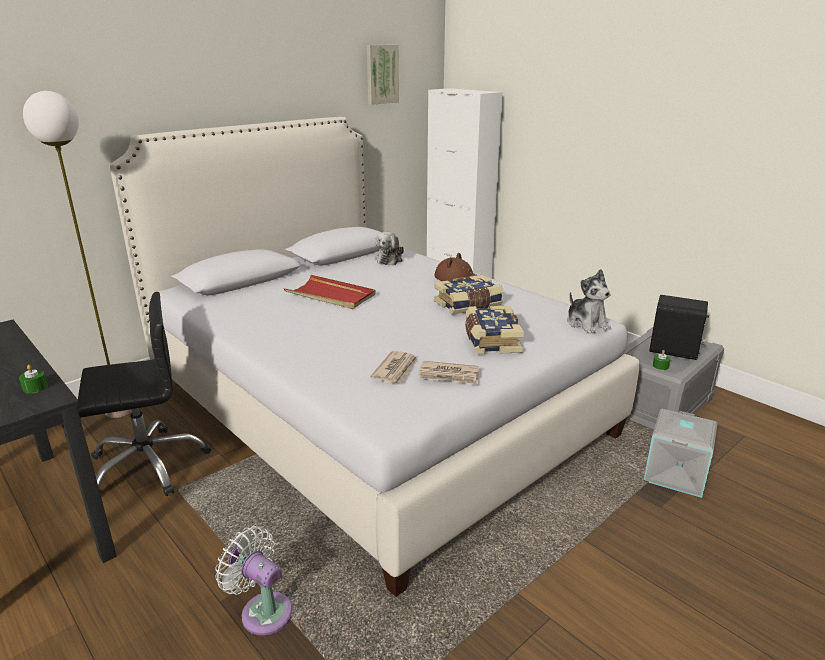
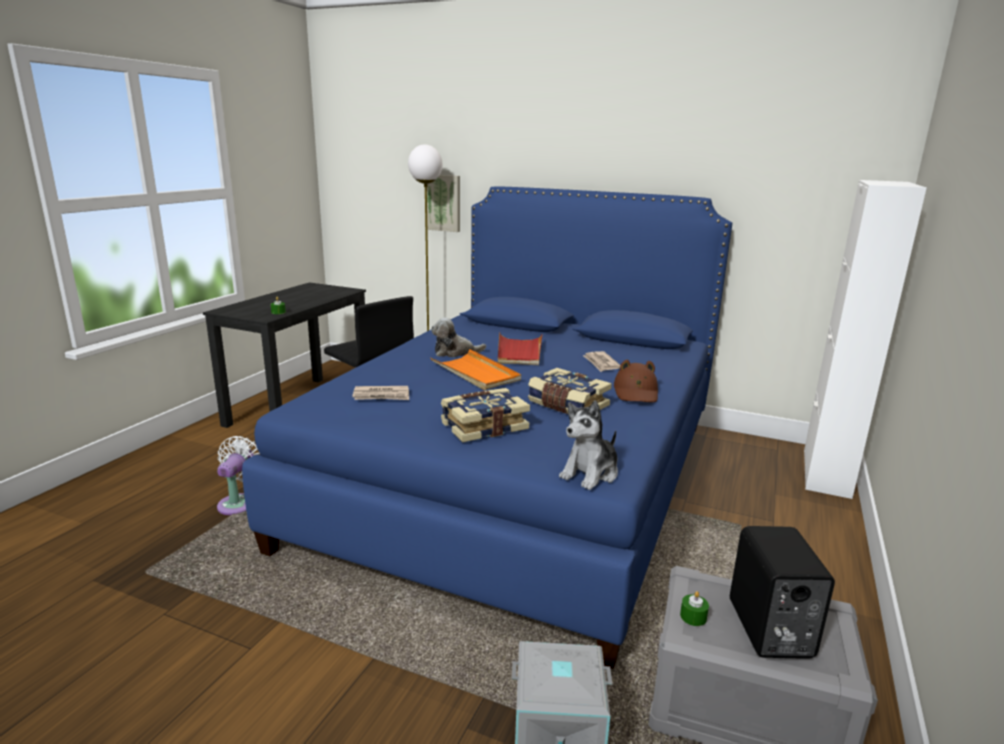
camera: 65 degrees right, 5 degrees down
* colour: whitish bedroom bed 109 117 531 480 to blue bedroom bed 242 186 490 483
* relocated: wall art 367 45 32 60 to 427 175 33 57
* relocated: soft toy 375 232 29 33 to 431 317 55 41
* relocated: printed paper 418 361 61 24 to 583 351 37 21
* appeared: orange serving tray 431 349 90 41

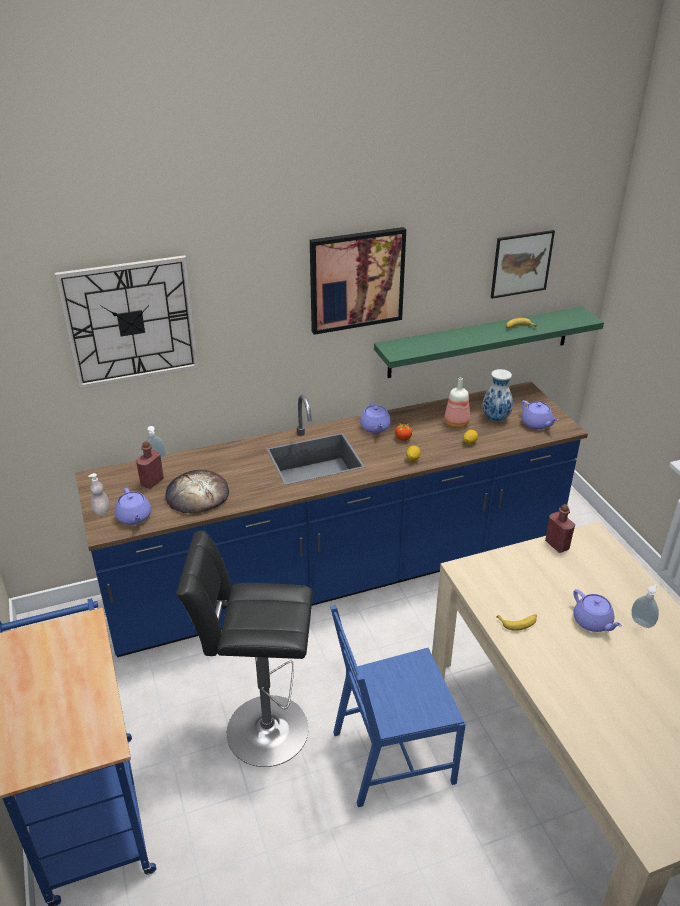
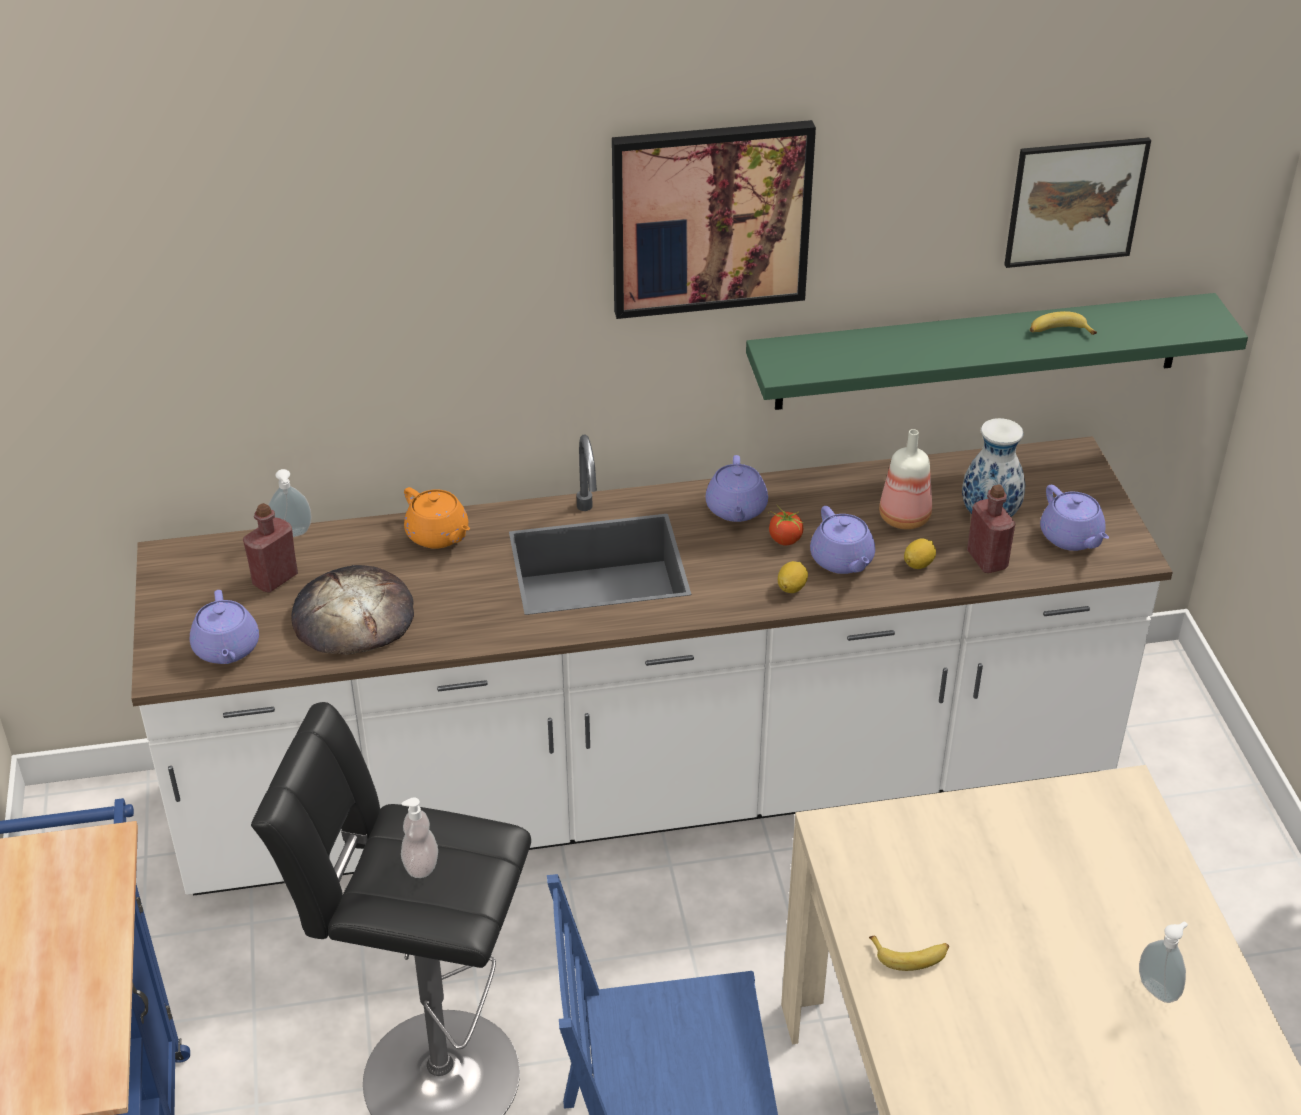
camera: 10 degrees right, 5 degrees up
* missing: hanging clock 55 255 144 134
* colour: blue kitchen counter 75 381 513 276 to whitish kitchen counter 131 435 1042 461
* relocated: soap dispenser 88 473 21 42 to 401 797 37 81
* relocated: red-coloured drink bottle 545 504 30 49 to 967 485 49 88
* relocated: purple pot for tea 573 589 49 43 to 810 506 65 68
* appeared: orange pot for tea 404 487 66 62

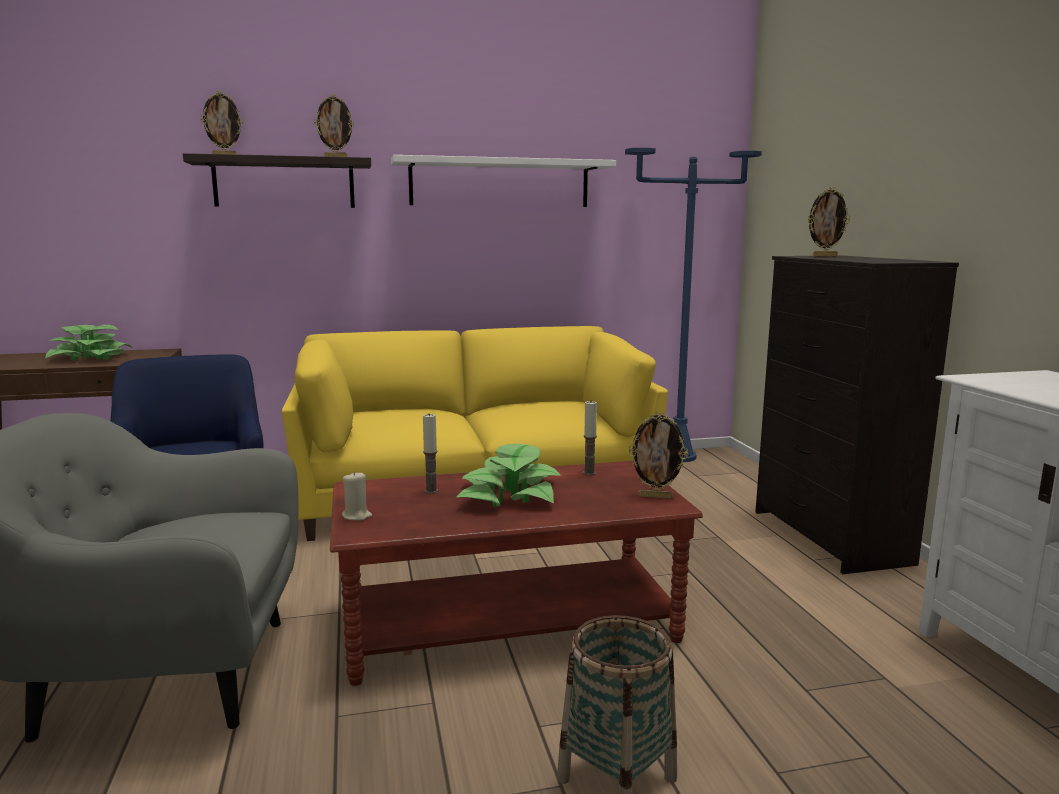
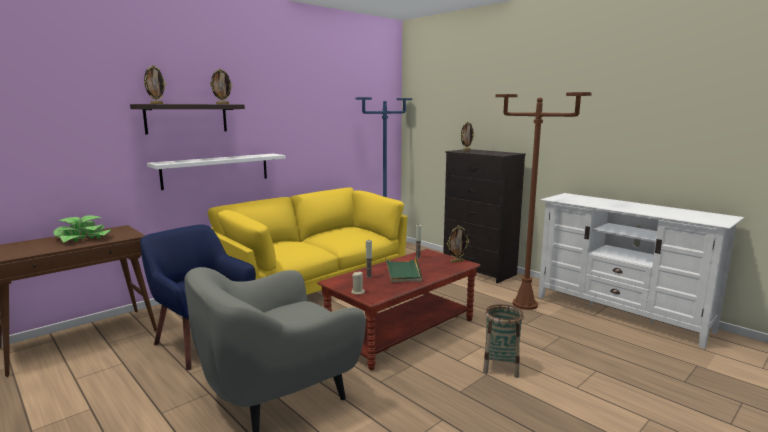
camera: 30 degrees left, 0 degrees up
* relocated: whitish bracket shelf 391 155 225 52 to 147 154 139 36
* exchanged: potted plant 456 444 105 63 to greenish serving tray 385 257 37 25
* appeared: brownish standard lamp 495 92 96 218

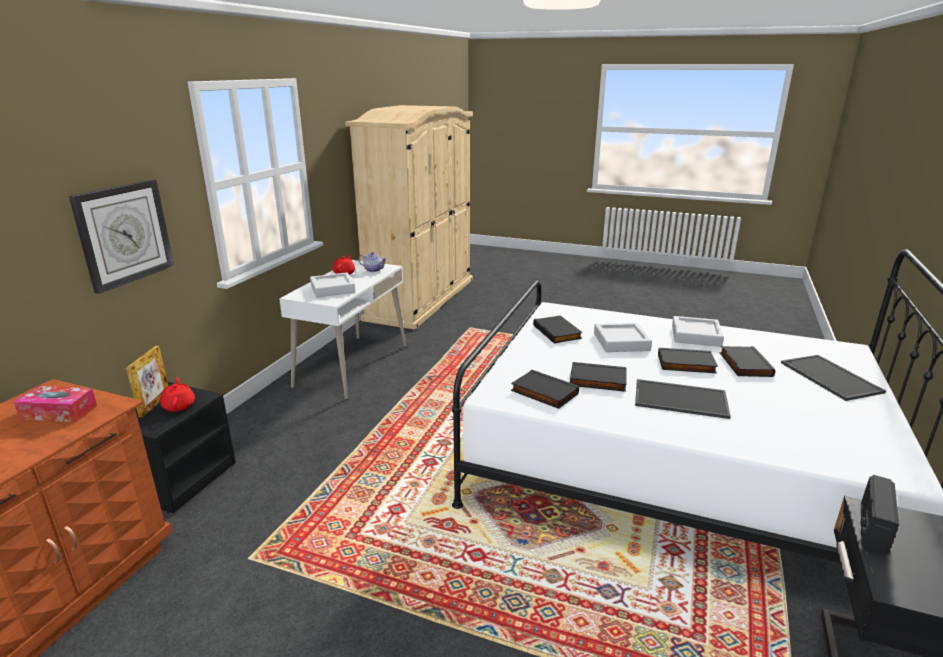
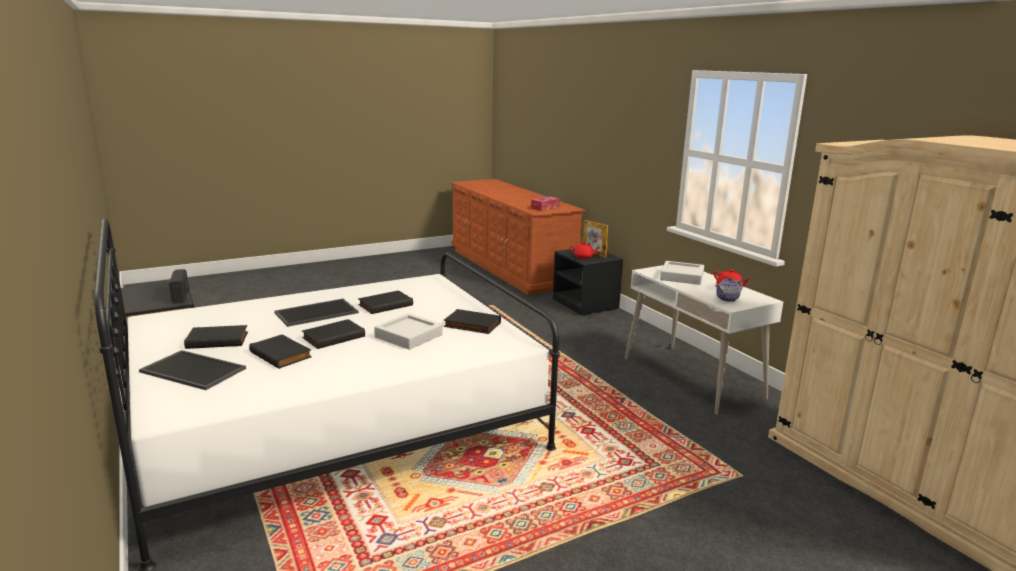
camera: 130 degrees right, 5 degrees down
* missing: hanging clock 69 179 105 115
* relocated: blackish volume 511 370 68 39 to 184 325 64 24
* missing: greyish serving tray 672 316 52 31

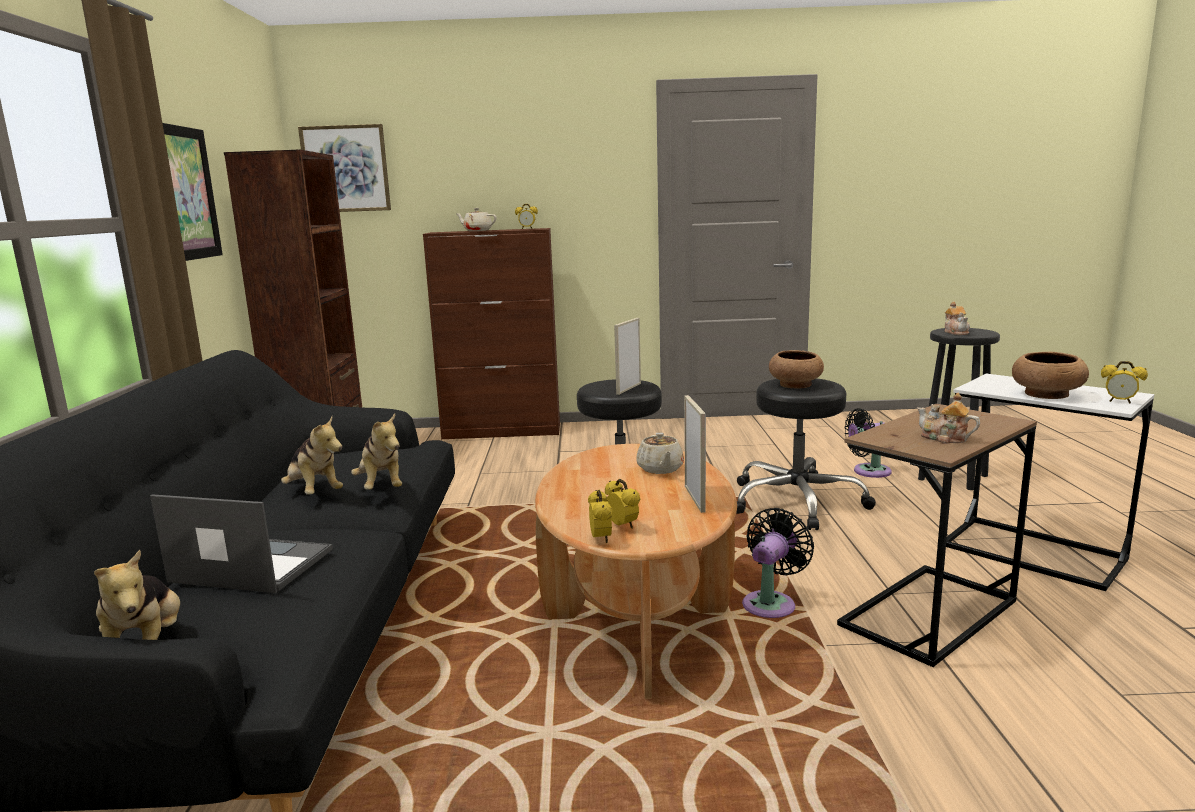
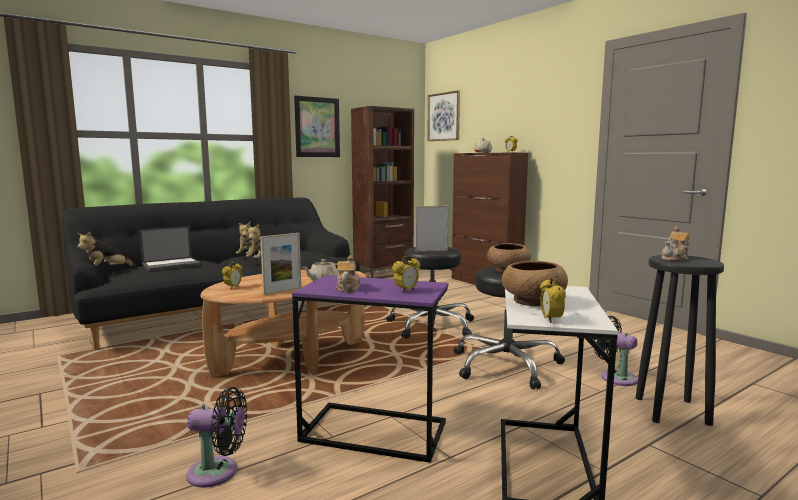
camera: 55 degrees right, 5 degrees down
* spun: notebook computer 150 494 183 99 = 139 226 62 45 75 degrees clockwise
* relocated: bedside clock 588 490 25 53 to 392 256 28 36
* relocated: blackish fan 742 508 72 110 to 186 387 61 101
* colour: brownish end table 837 404 200 263 to purple end table 292 275 157 188

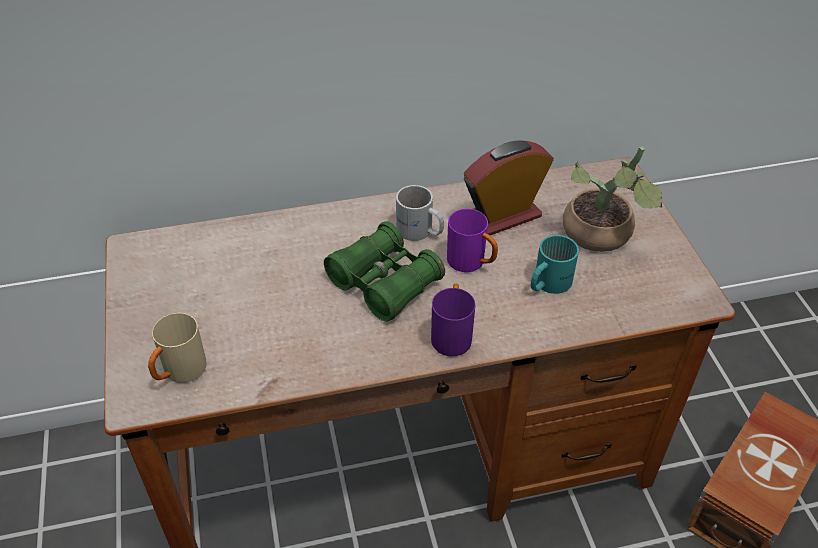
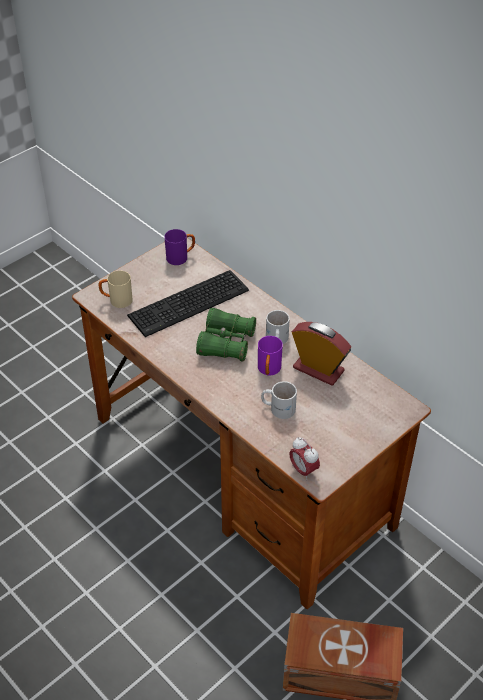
camera: 60 degrees right, 0 degrees up
* relocated: purple tea mug 431 284 44 72 to 164 229 31 36
* colour: turquoise-coloured tea mug 531 235 48 59 to whitish tea mug 261 381 36 38
* missing: potted plant 563 146 99 106
* appeared: keyboard 127 270 122 67
* appeared: bedside clock 289 437 31 43

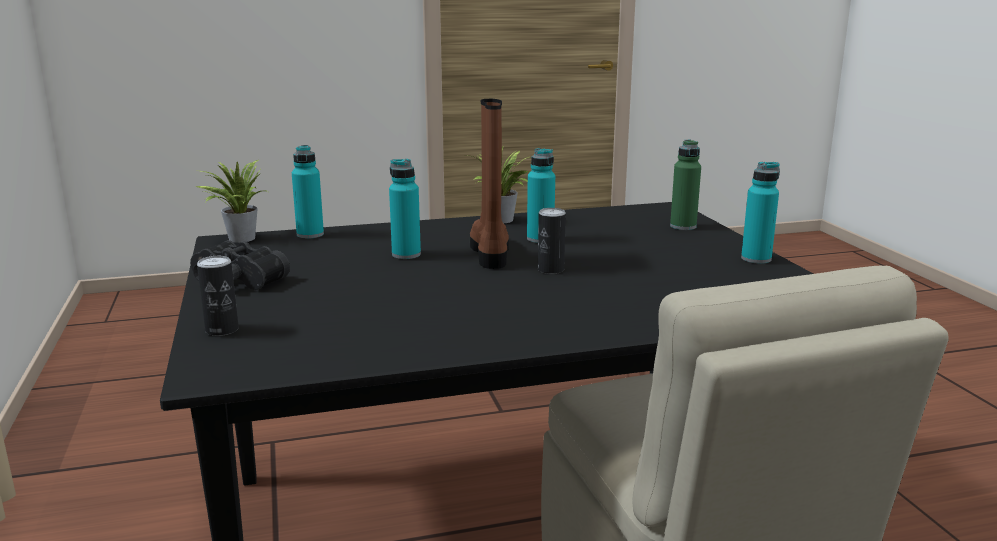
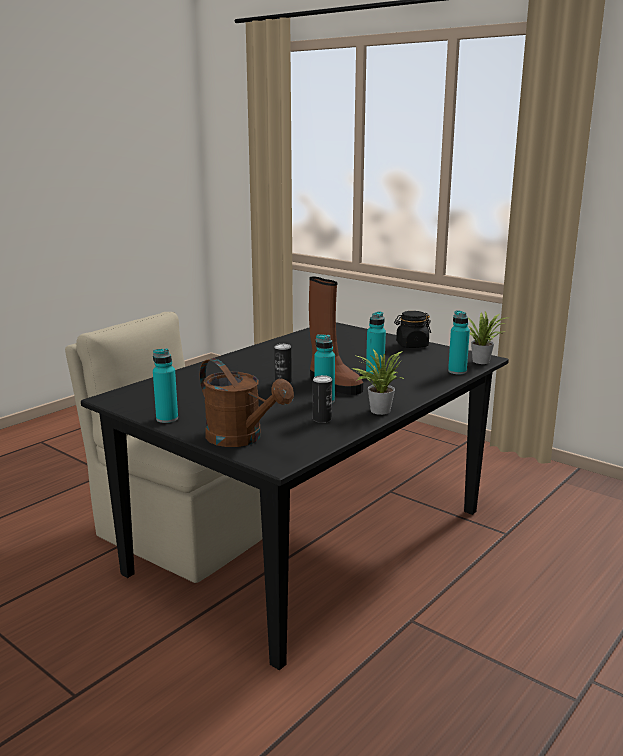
camera: 145 degrees right, 0 degrees up
* exchanged: blackish pair of binoculars 190 240 100 50 to blackish preserve jar 394 311 37 37
* relocated: sealed can 197 256 42 80 to 313 375 19 48
* exchanged: greenish drink bottle 670 140 31 90 to brownish watering pot 200 358 94 89

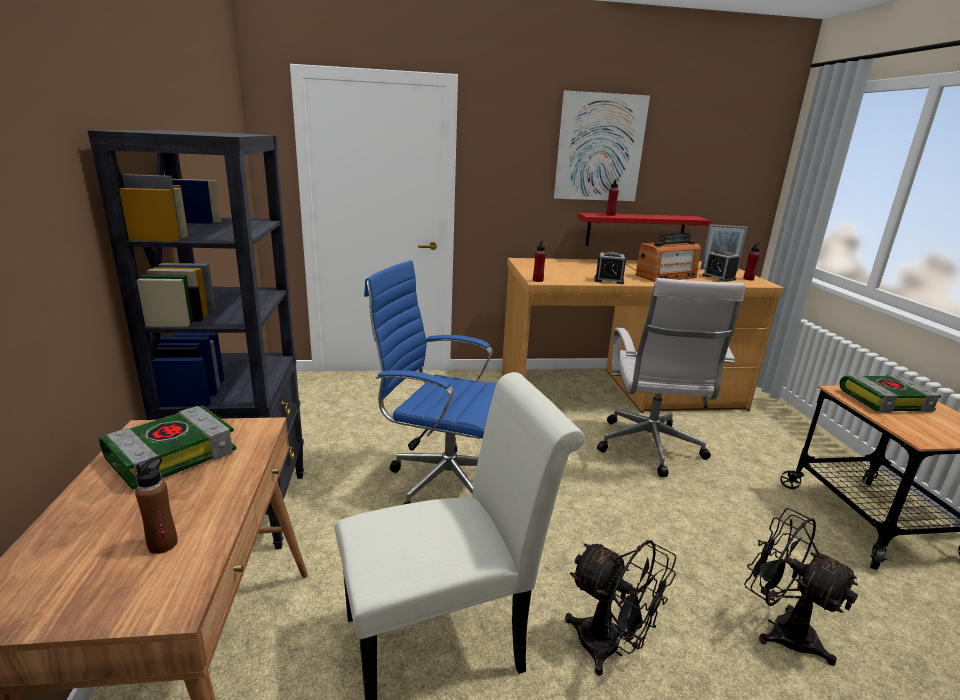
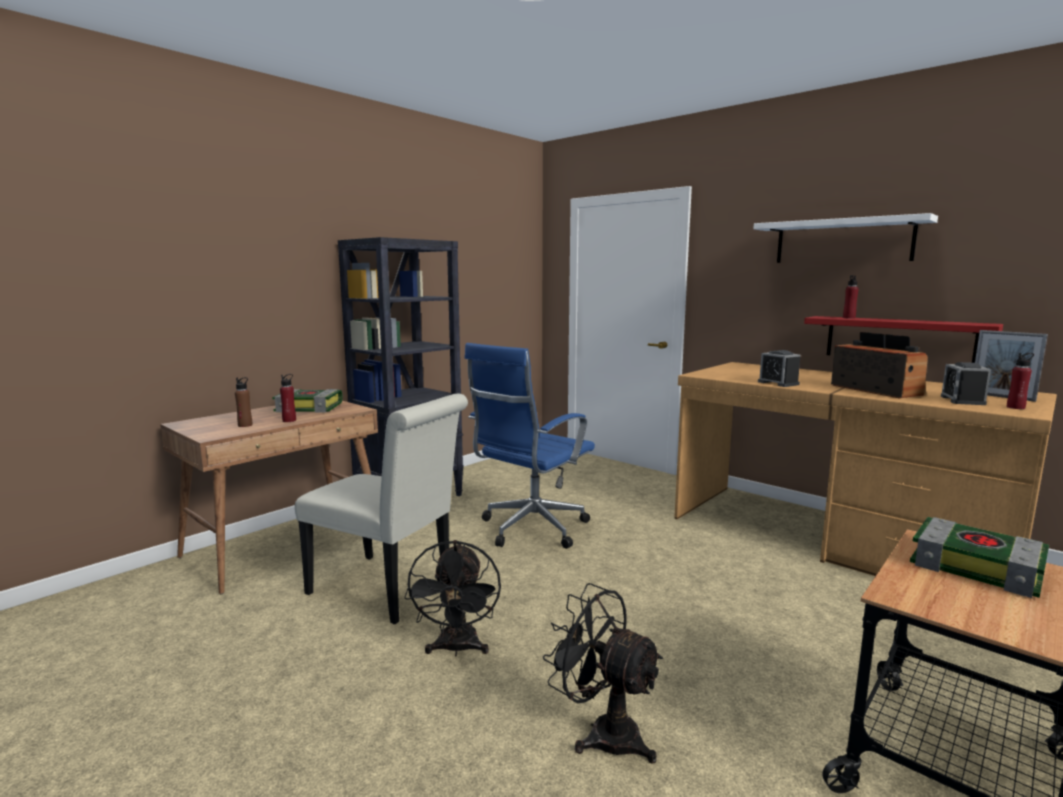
camera: 50 degrees right, 10 degrees down
* spun: blue computer chair 364 260 133 245 = 465 343 130 206 120 degrees counterclockwise
* relocated: red-coloured drink bottle 533 240 13 42 to 280 374 16 48
* exchanged: wall art 554 91 96 110 to whitish bracket shelf 753 213 185 50
* missing: whitish computer chair 597 278 149 199
* spun: radio receiver 636 233 65 49 = 831 332 97 66 135 degrees counterclockwise
* spun: blackish fan 744 508 115 158 = 543 583 120 181 60 degrees counterclockwise

